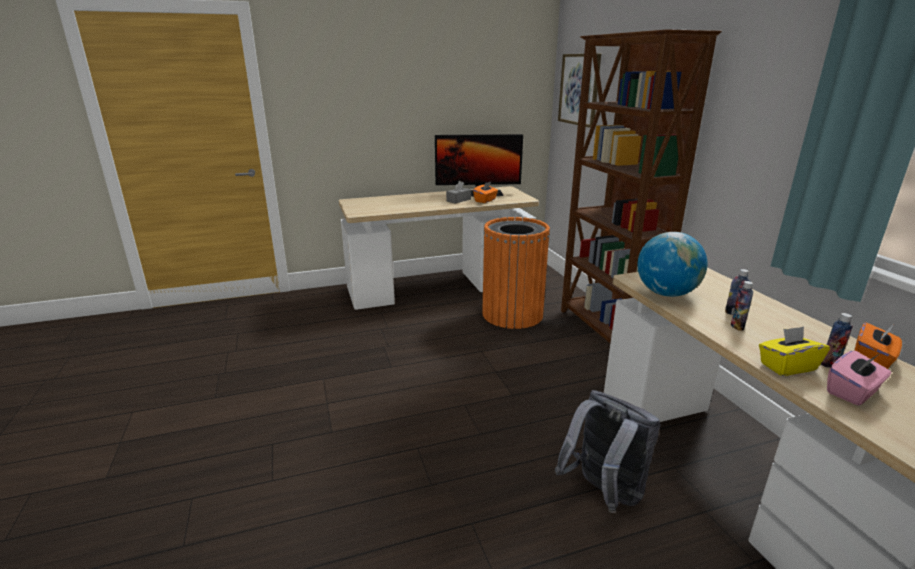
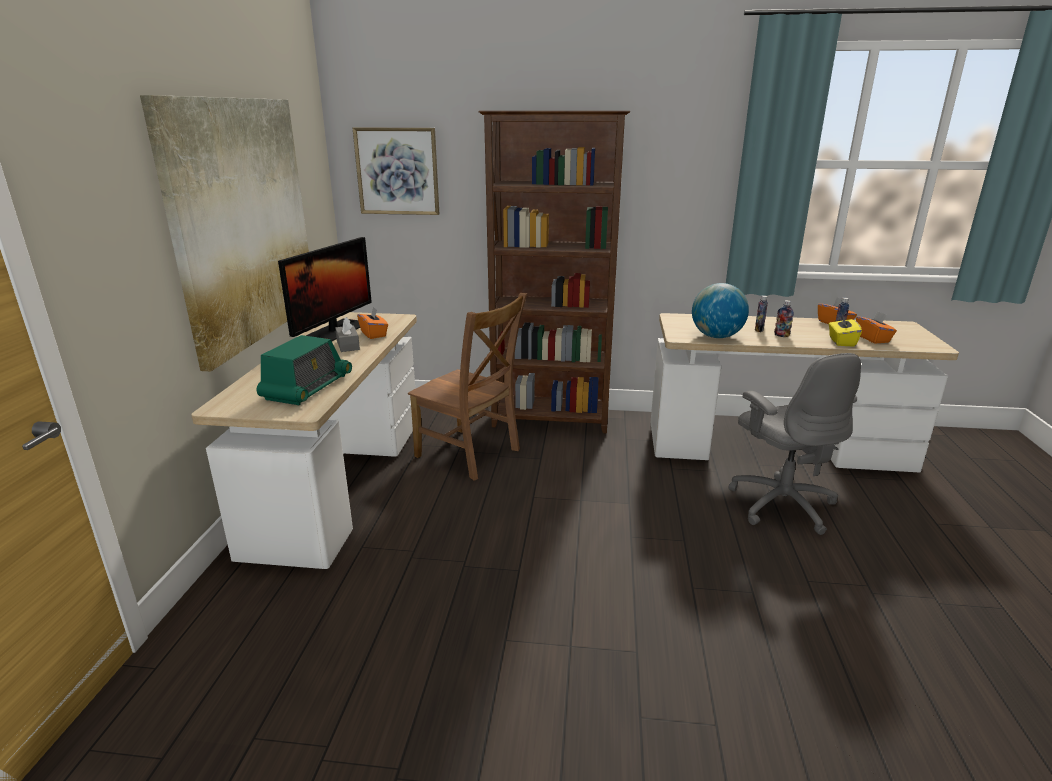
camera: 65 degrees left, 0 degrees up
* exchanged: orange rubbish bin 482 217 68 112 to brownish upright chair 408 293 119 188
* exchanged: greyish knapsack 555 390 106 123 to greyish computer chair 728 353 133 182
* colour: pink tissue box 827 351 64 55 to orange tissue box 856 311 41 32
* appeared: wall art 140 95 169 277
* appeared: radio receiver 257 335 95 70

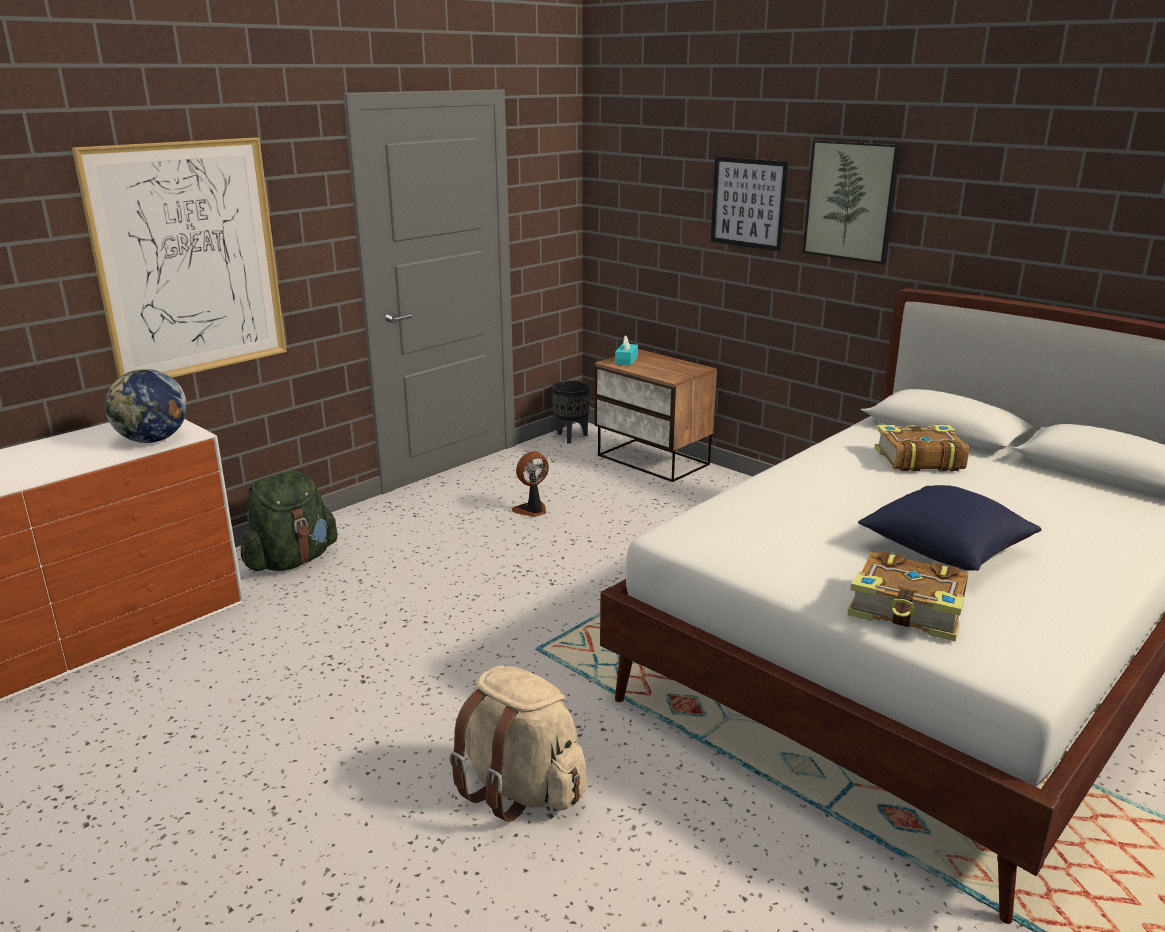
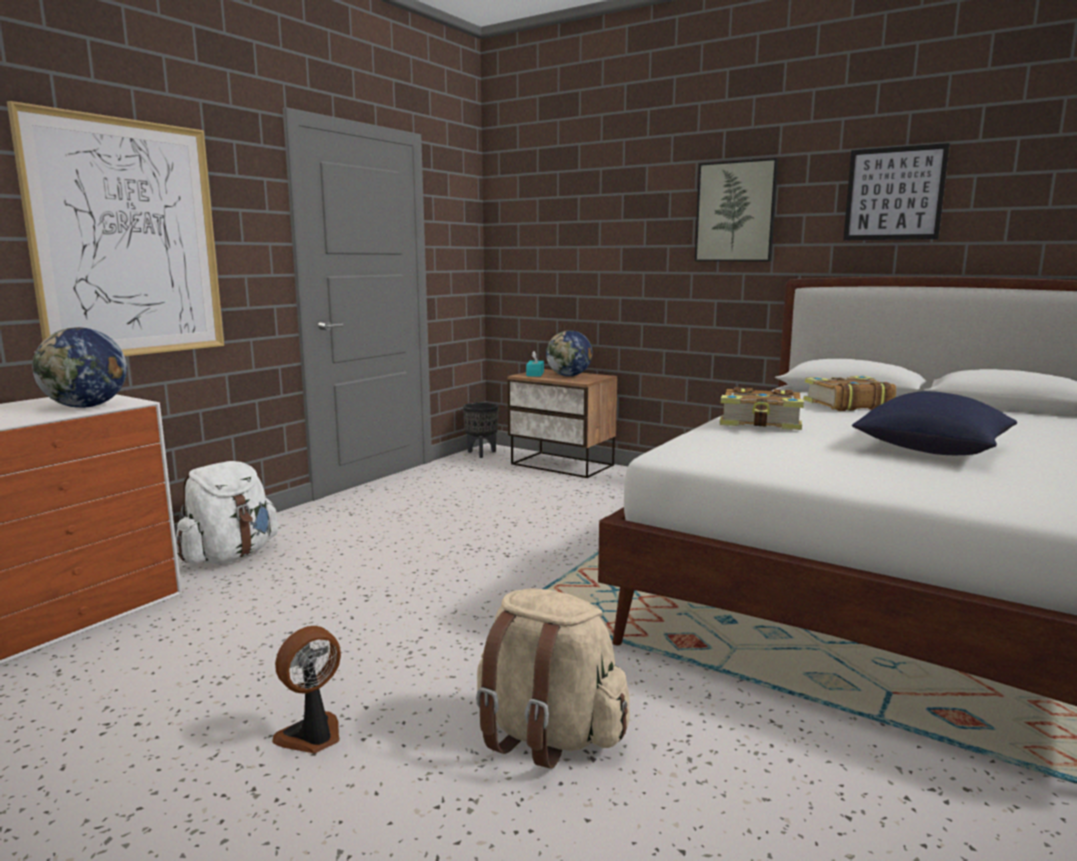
camera: 10 degrees left, 10 degrees down
* colour: greenish knapsack 241 471 97 100 to whitish knapsack 176 461 102 103
* relocated: fan 512 451 37 66 to 272 626 69 127
* relocated: wall art 711 156 78 96 to 843 143 107 97
* relocated: volume 847 551 121 90 to 719 387 85 43
* appeared: desk globe 546 330 46 46

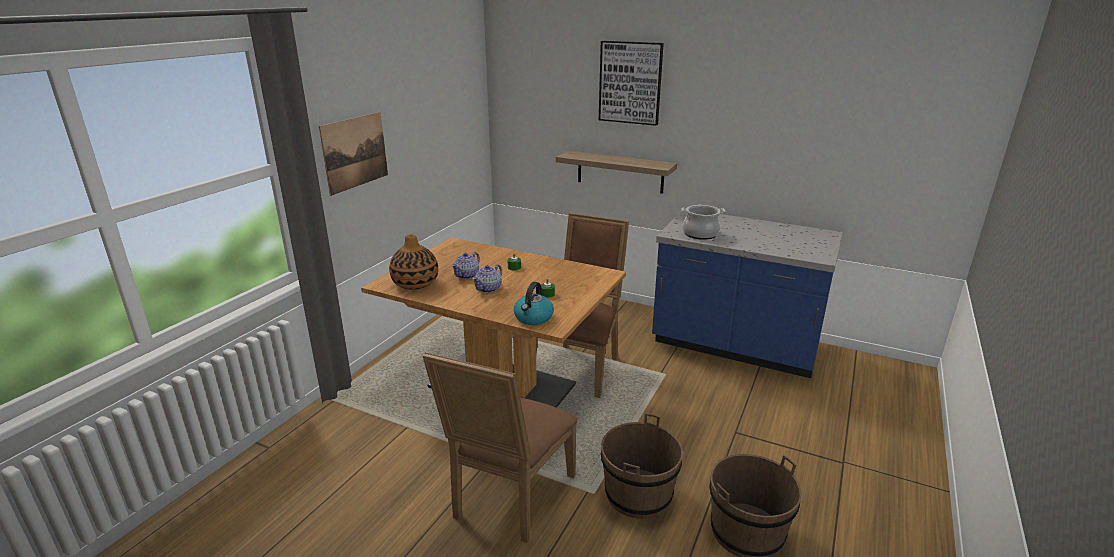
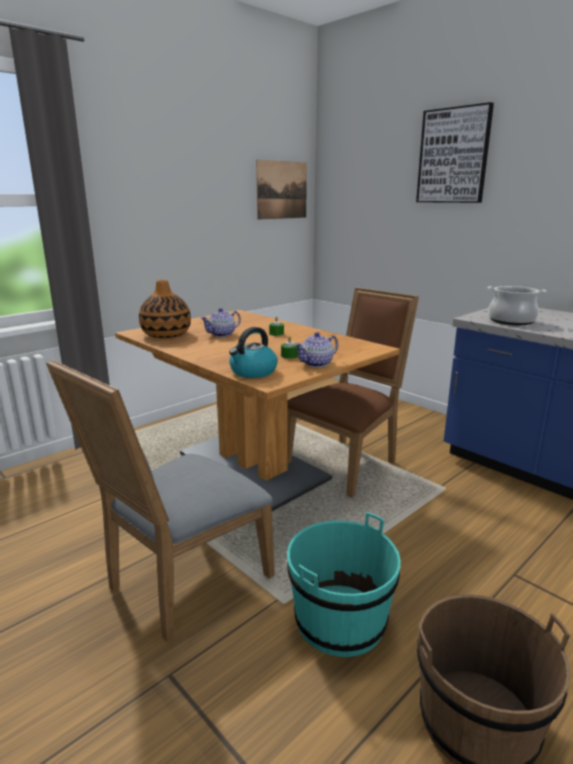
camera: 20 degrees right, 5 degrees down
* relocated: wall art 319 112 69 84 to 256 160 51 60
* colour: brownish upright chair 422 352 156 191 to greyish upright chair 46 360 229 282
* relocated: pot for tea 472 264 30 29 to 294 332 44 35
* missing: bracket shelf 556 151 121 43
* colour: brownish water bucket 601 413 82 106 to turquoise-coloured water bucket 287 512 114 145

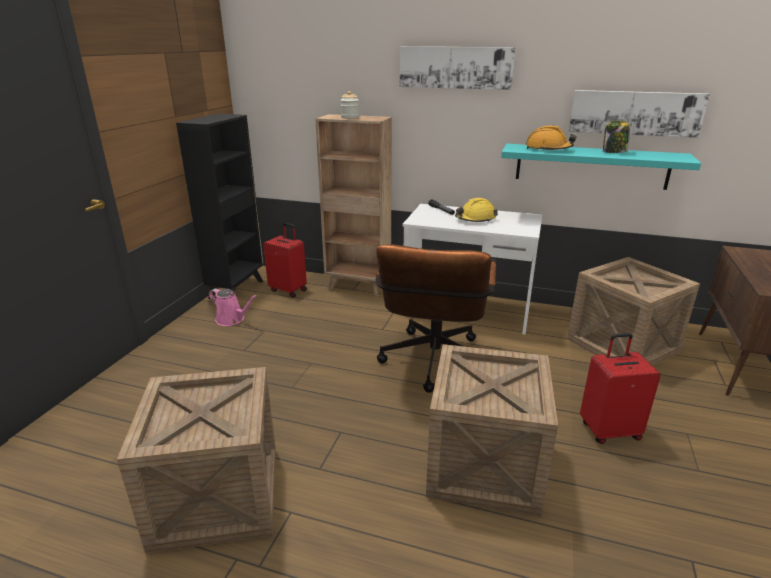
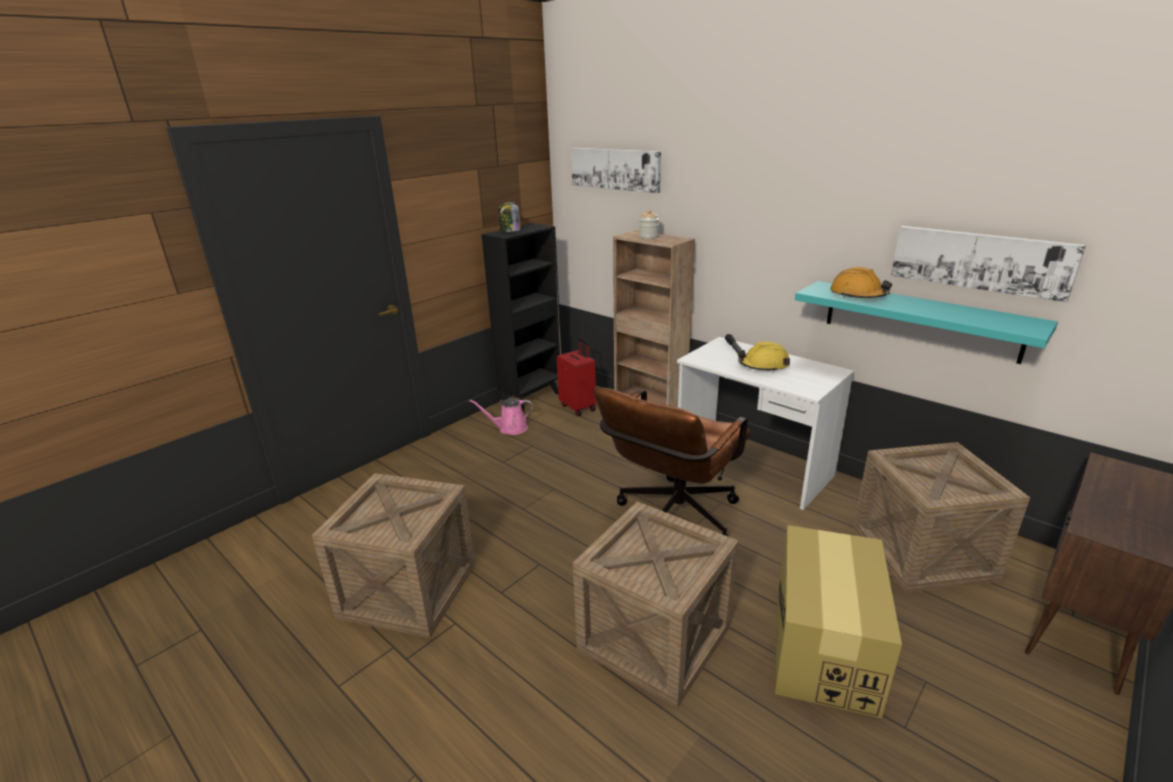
camera: 25 degrees right, 0 degrees up
* spun: pink watering pot 209 289 49 37 = 469 398 64 37 120 degrees clockwise
* relocated: wall art 400 47 116 43 to 571 148 90 45
* exchanged: red-coloured suitcase 580 333 81 111 to cardboard box 775 525 127 193
* relocated: preserve jar 603 119 28 34 to 498 202 23 30

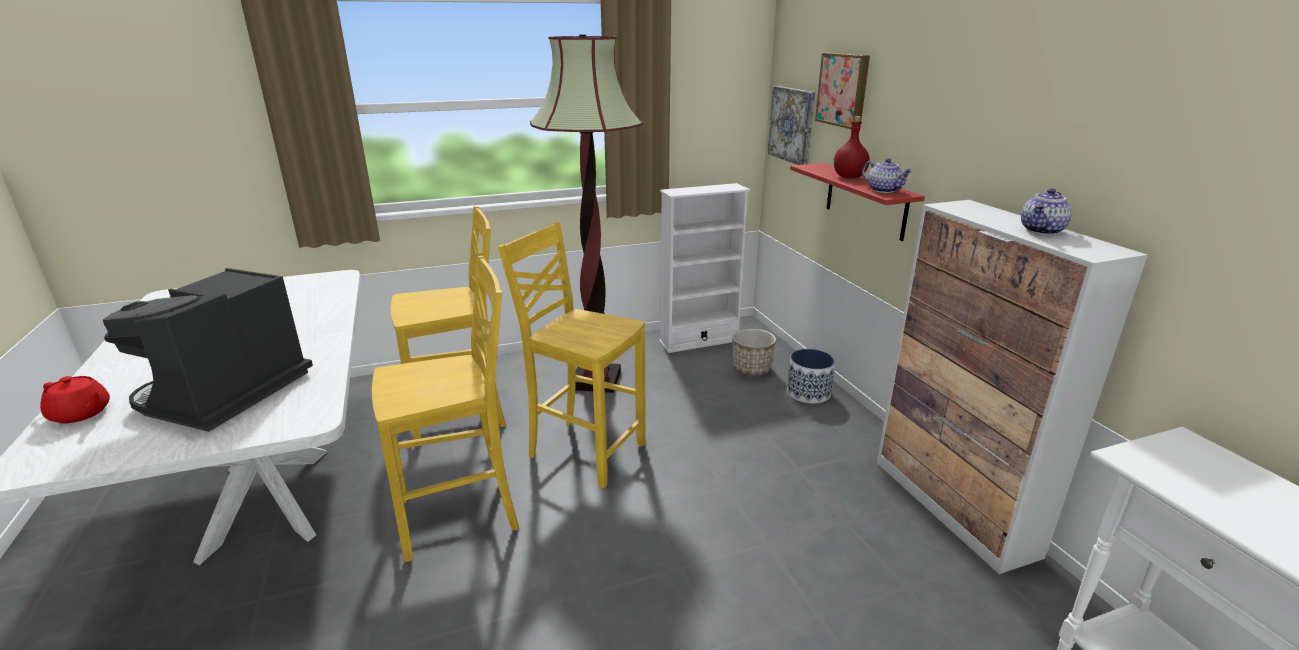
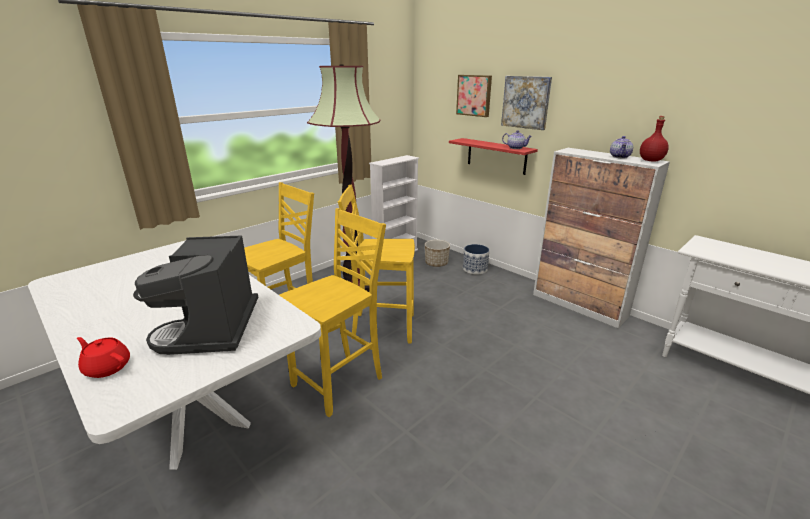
camera: 25 degrees left, 0 degrees up
* spun: red-coloured pot for tea 40 376 70 47 = 77 337 53 41 150 degrees counterclockwise
* relocated: wall art 768 86 47 79 to 501 76 51 54
* relocated: red-coloured drink bottle 834 116 36 62 to 640 116 29 46

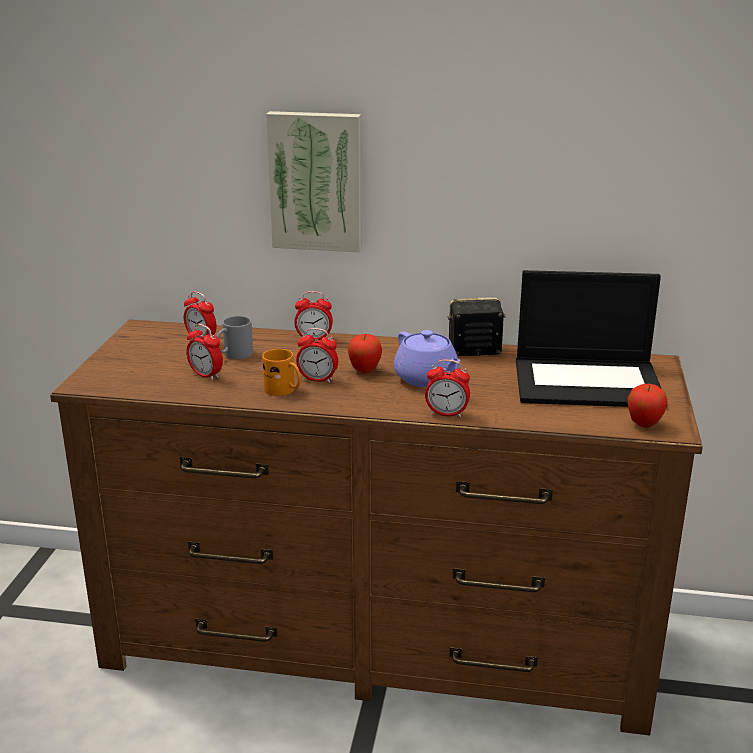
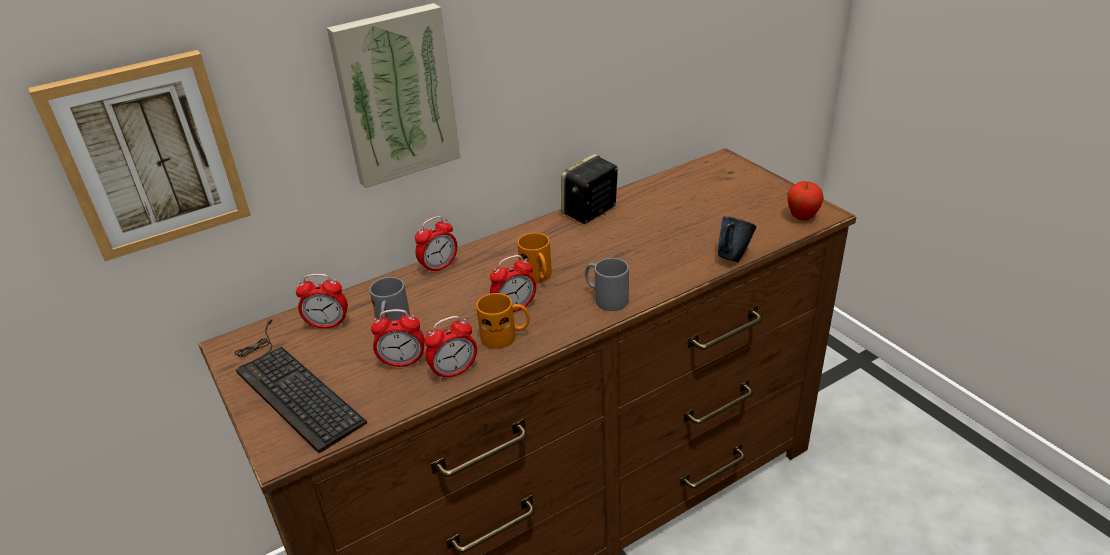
camera: 40 degrees left, 10 degrees up
* exchanged: whole apple 348 334 34 39 to orange tea mug 517 233 35 50
* missing: purple pot for tea 394 330 66 57
* relocated: bedside clock 425 359 45 59 to 424 316 53 65
* missing: notebook computer 516 270 151 138
* appeared: wall art 28 50 223 211
* appeared: keyboard 234 319 133 135
* appeared: greyish tea mug 585 258 44 53
* appeared: blue tea mug 718 216 38 46

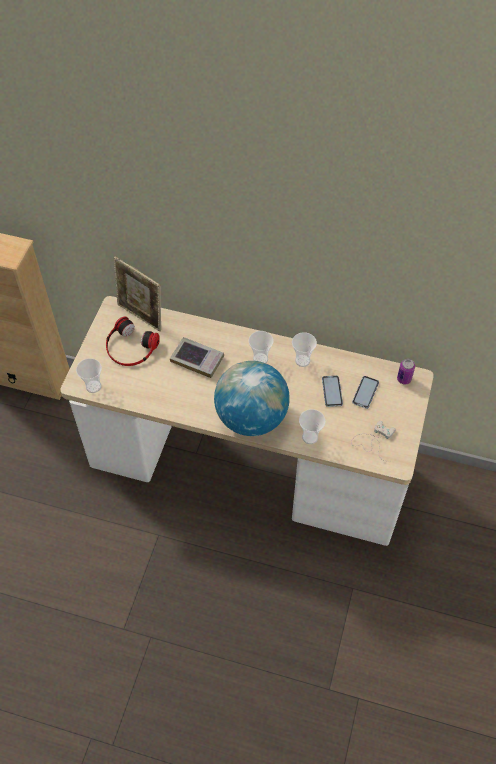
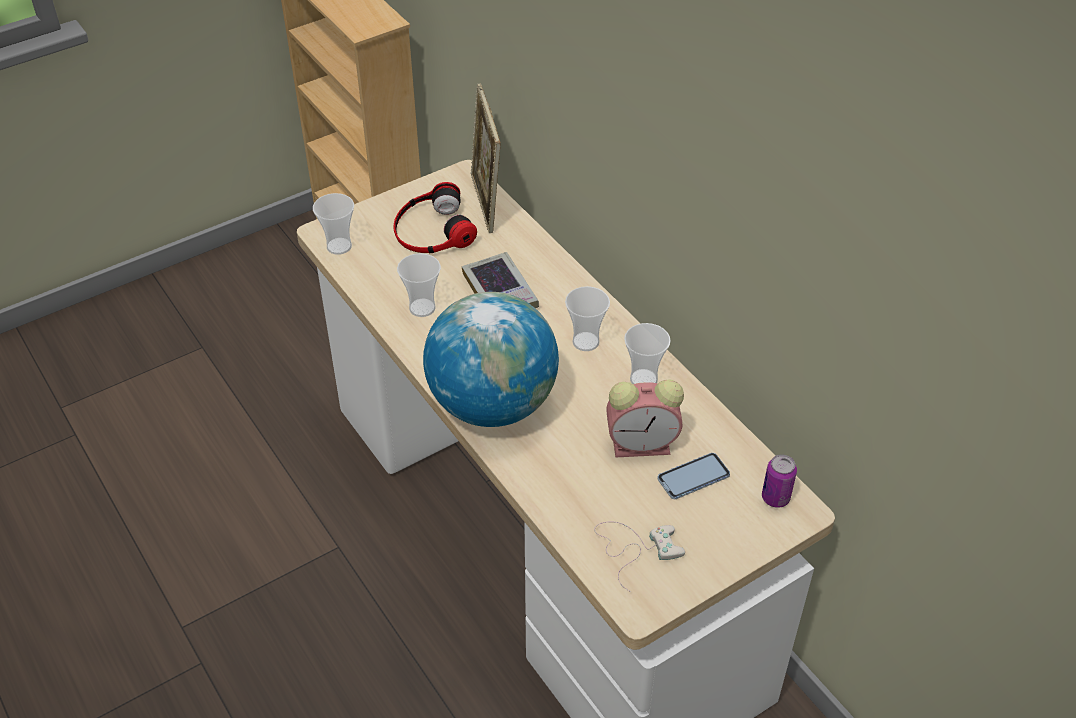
camera: 40 degrees right, 10 degrees down
* relocated: cup 299 409 27 35 to 397 253 44 64
* exchanged: phone 322 375 21 32 to bedside clock 606 379 78 79

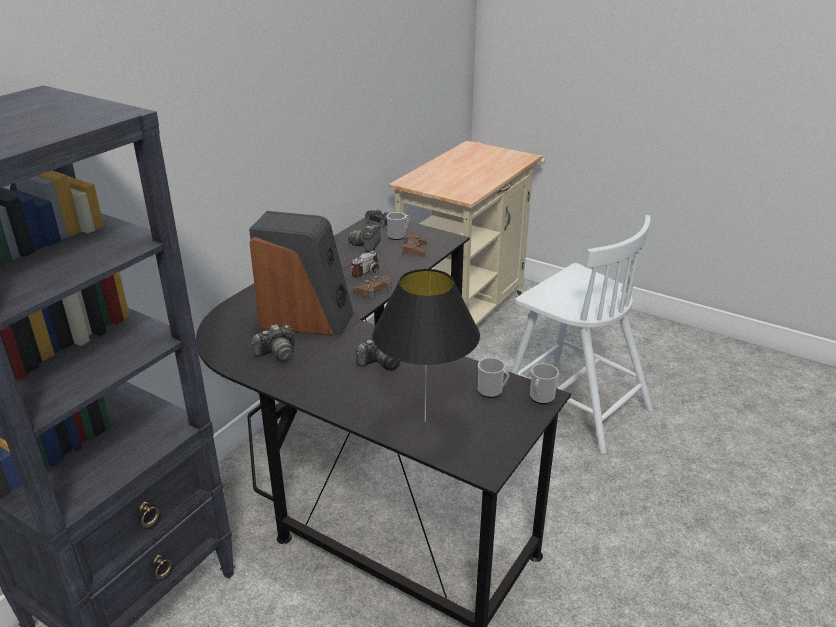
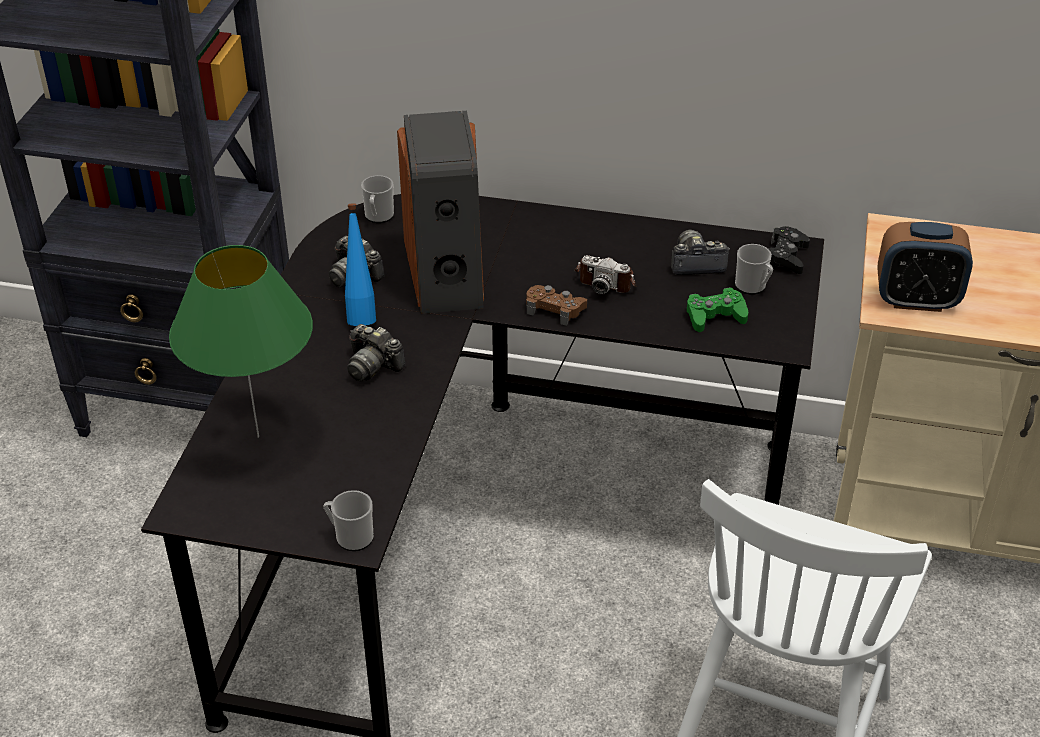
camera: 70 degrees right, 10 degrees up
* colour: blackish tabletop lamp 372 269 108 153 to greenish tabletop lamp 169 245 144 193
* colour: brownish gamepad 402 234 25 23 to greenish gamepad 687 287 61 45
* relocated: tea mug 478 358 32 40 to 361 175 33 48
* appeared: blue drink bottle 345 203 31 123
* appeared: bedside clock 877 222 96 90

